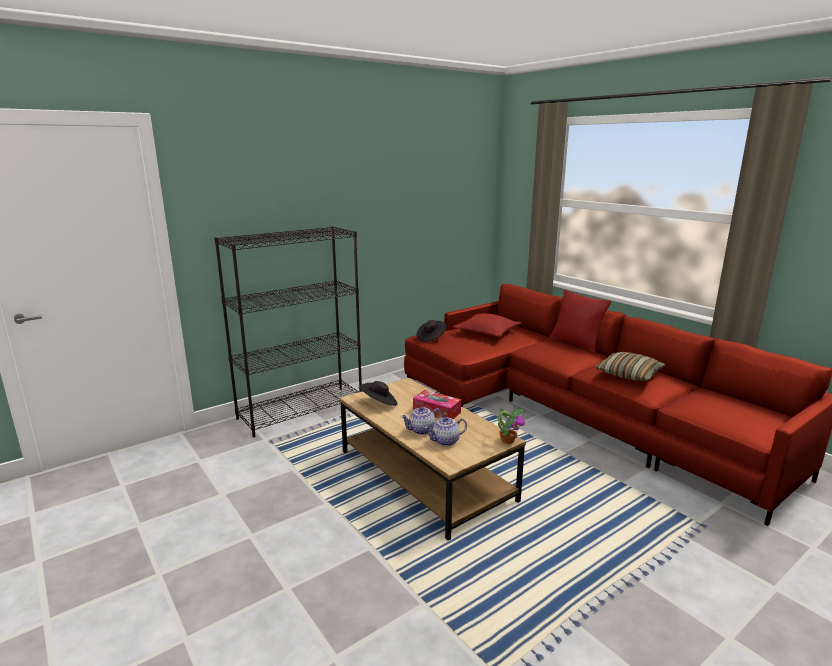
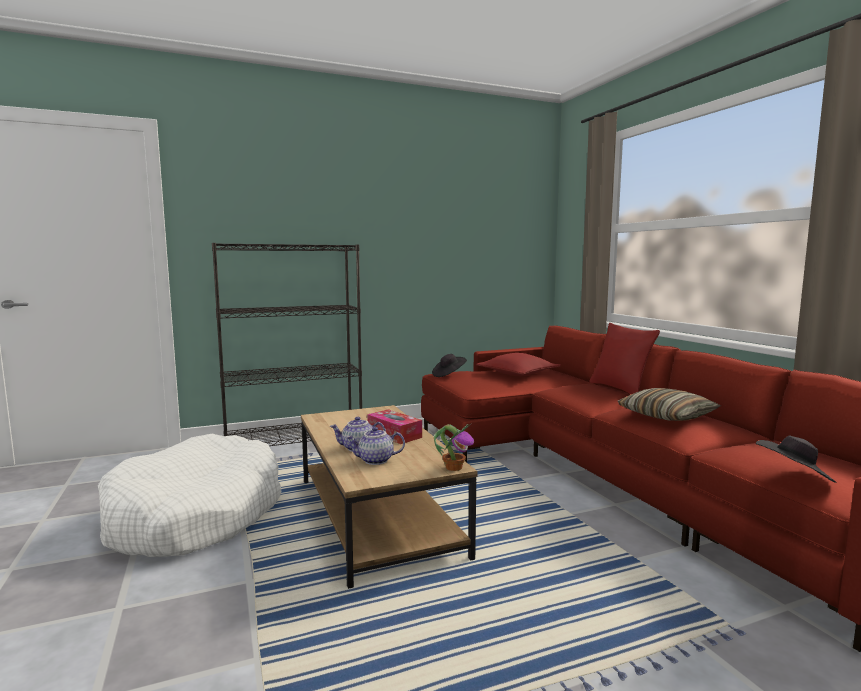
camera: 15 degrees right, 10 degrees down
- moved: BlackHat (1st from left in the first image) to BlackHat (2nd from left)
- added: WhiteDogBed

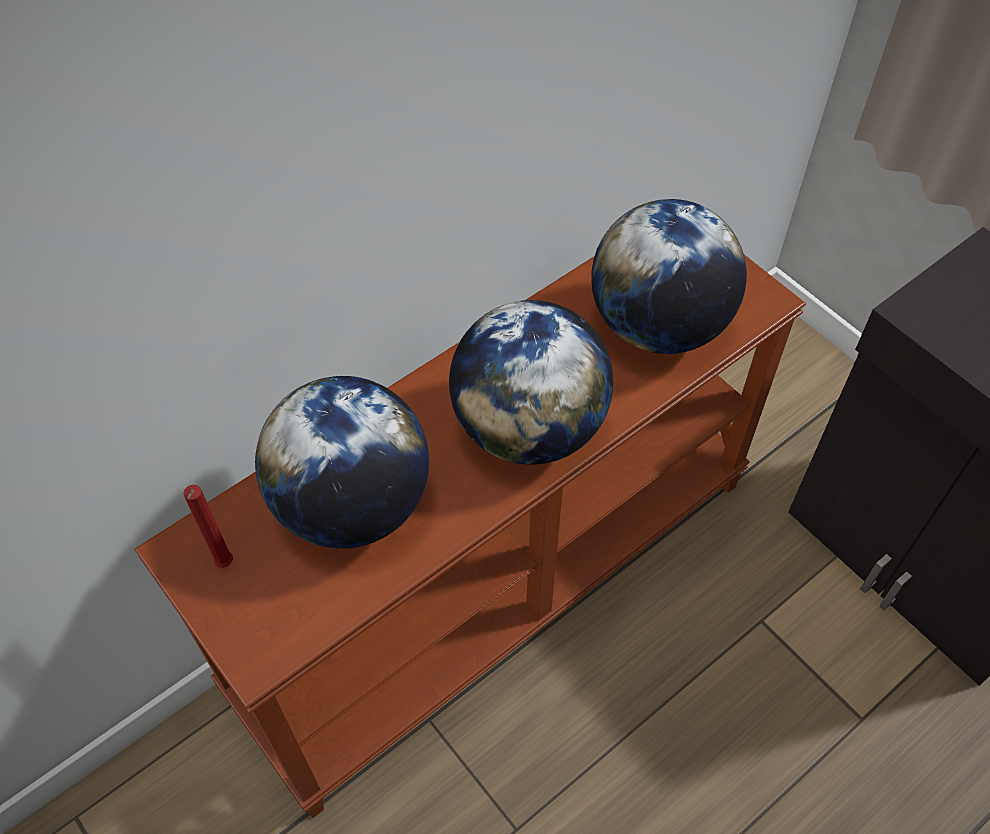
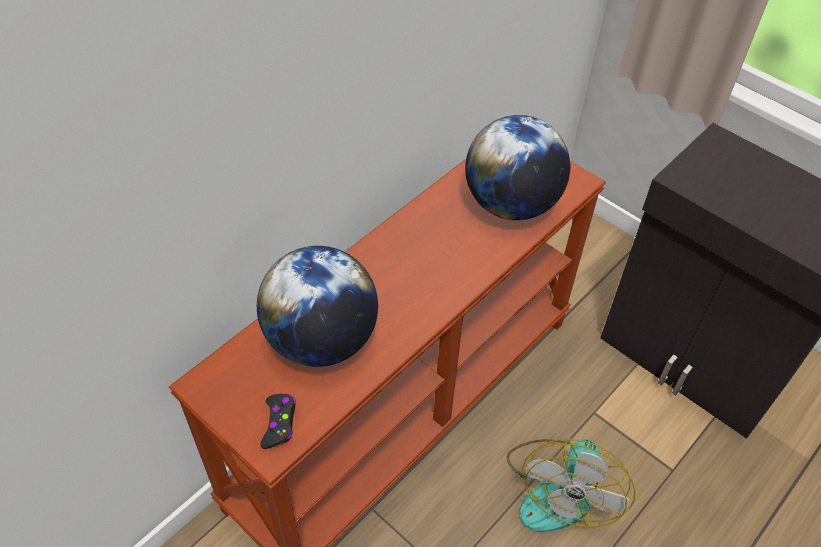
camera: 10 degrees left, 5 degrees down
- removed: Globe (2nd from left)
- removed: RedCandle
- added: BlackGameController
- added: Fan

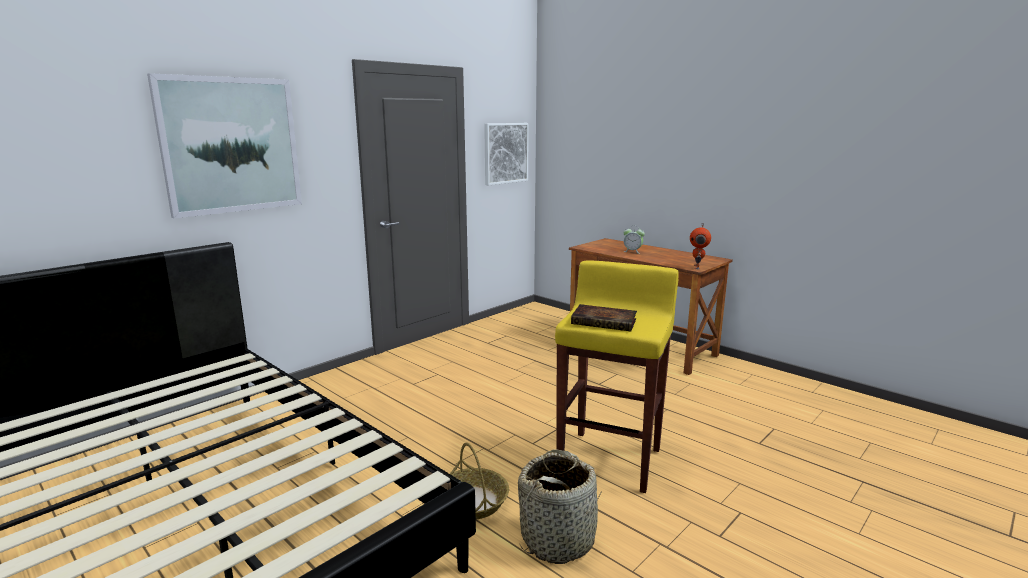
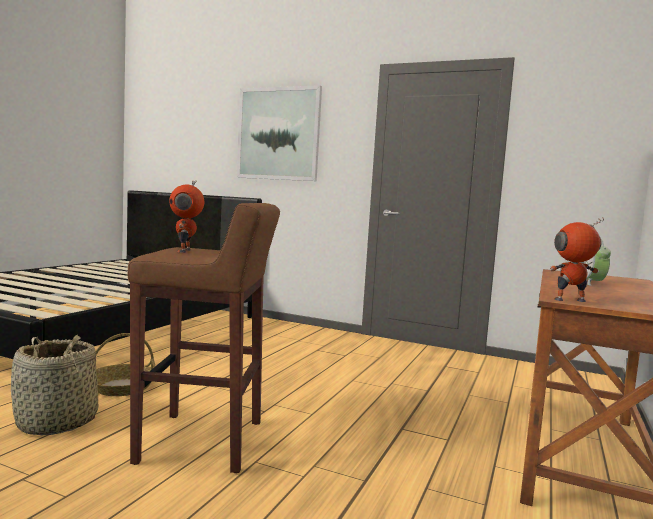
camera: 70 degrees right, 10 degrees down
- removed: Picture (2nd from left)
- recoloured: YellowStool to BrownStool
- replaced: Book to ToyRobot (1st from left)

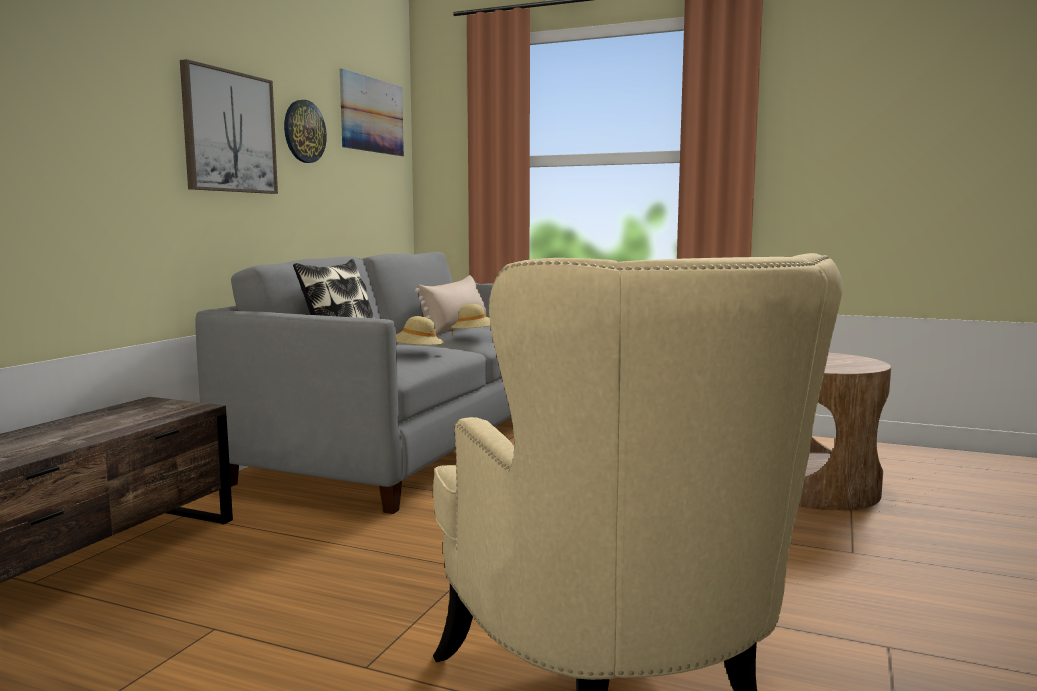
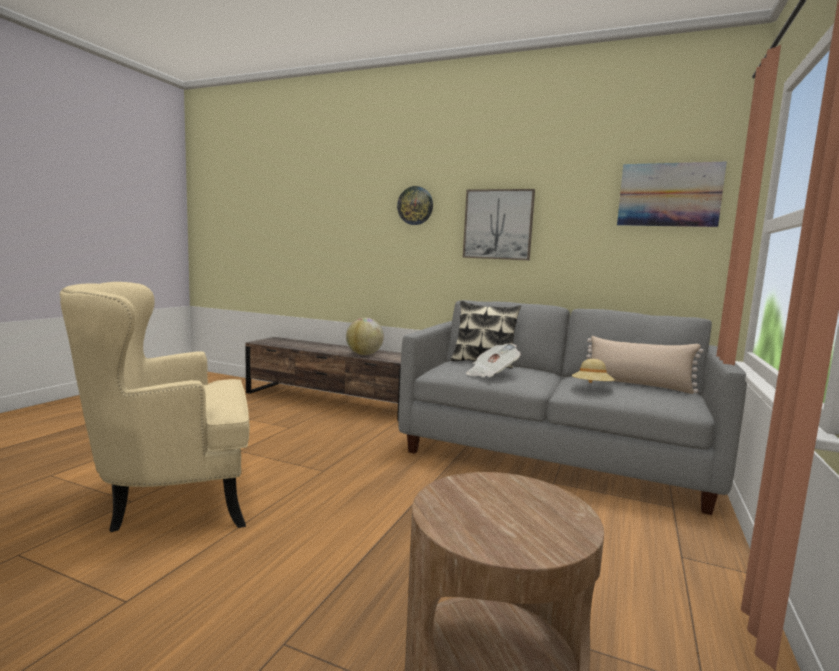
camera: 90 degrees right, 0 degrees up
- moved: WallClock
- replaced: BeigeHat (1st from left) to Newspaper
- added: Globe

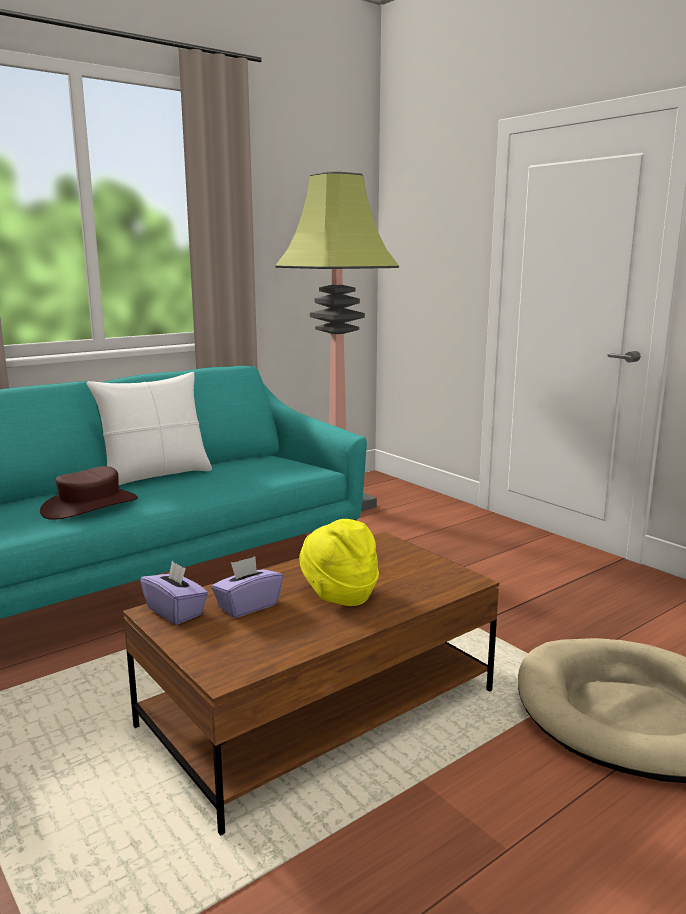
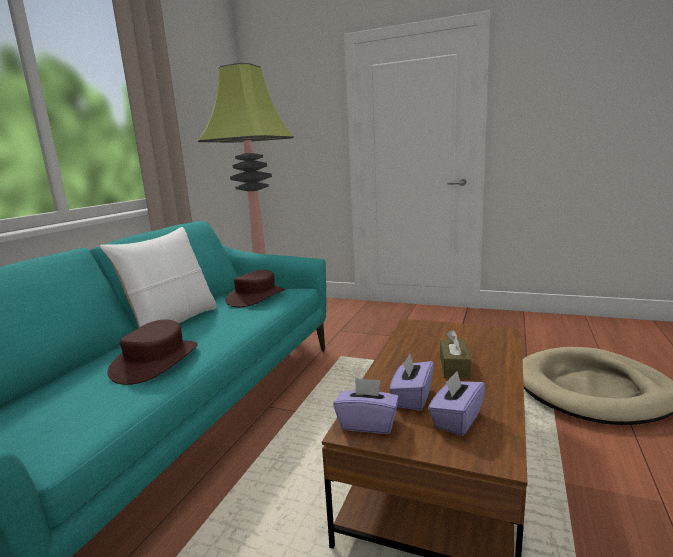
camera: 30 degrees left, 0 degrees up
- replaced: YellowHat to BrownTissueBox
- added: BrownHat (2nd from left)
- added: PurpleTissueBox (3rd from left)

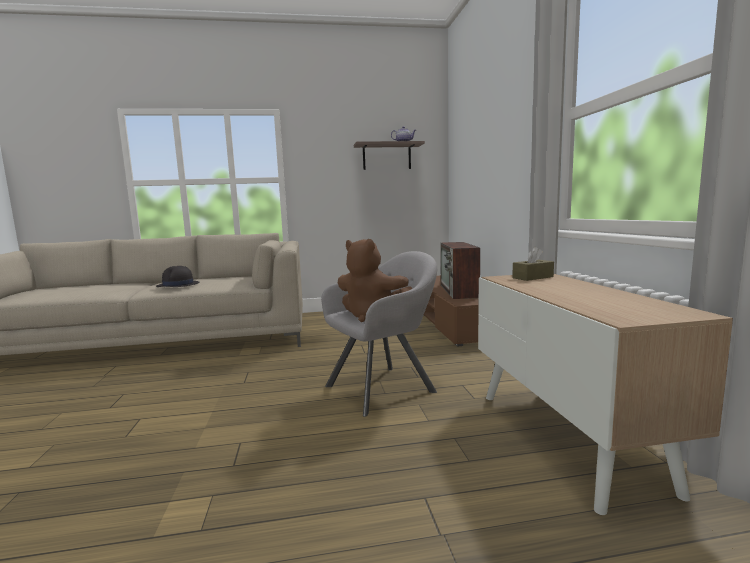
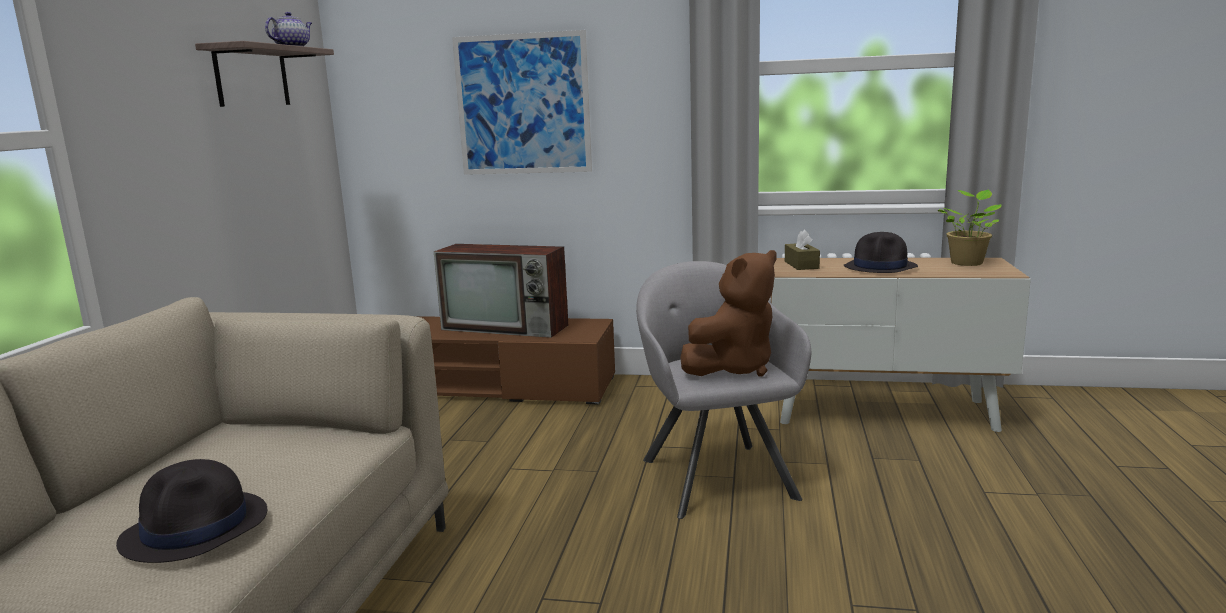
camera: 70 degrees left, 5 degrees up
- added: Picture
- added: PottedPlant
- added: BlackHat (2nd from left)

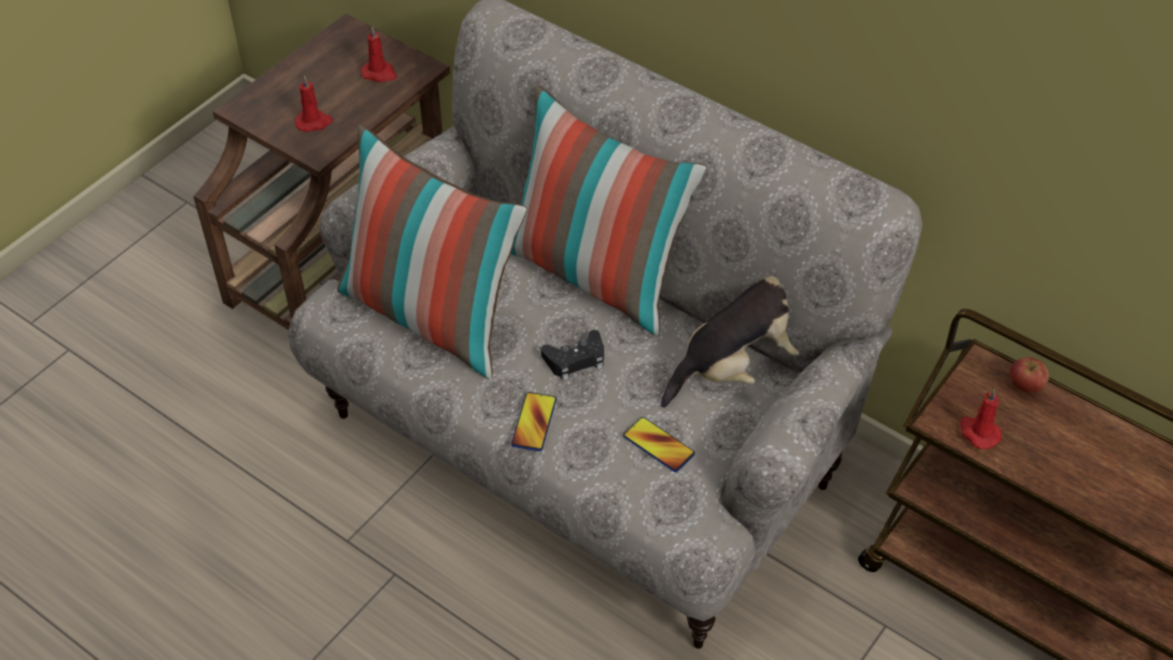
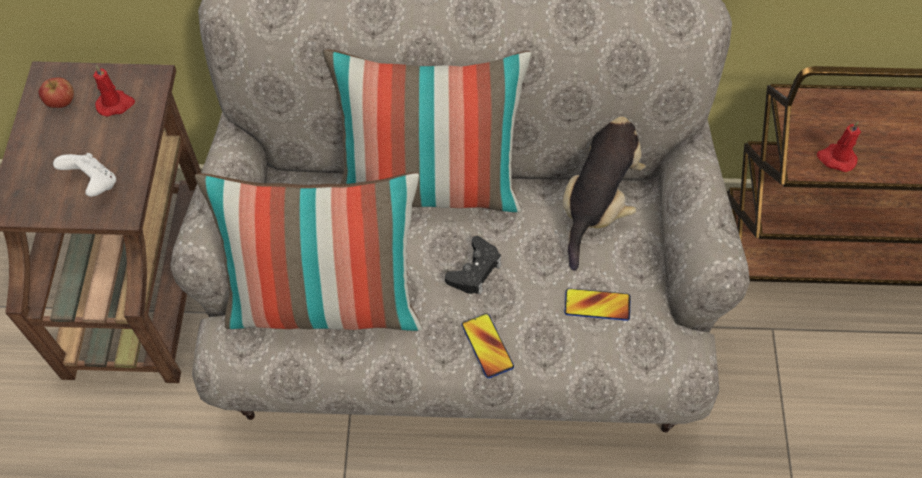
camera: 35 degrees left, 10 degrees up
- replaced: RedCandle (1st from left) to WhiteGameController
- moved: Apple

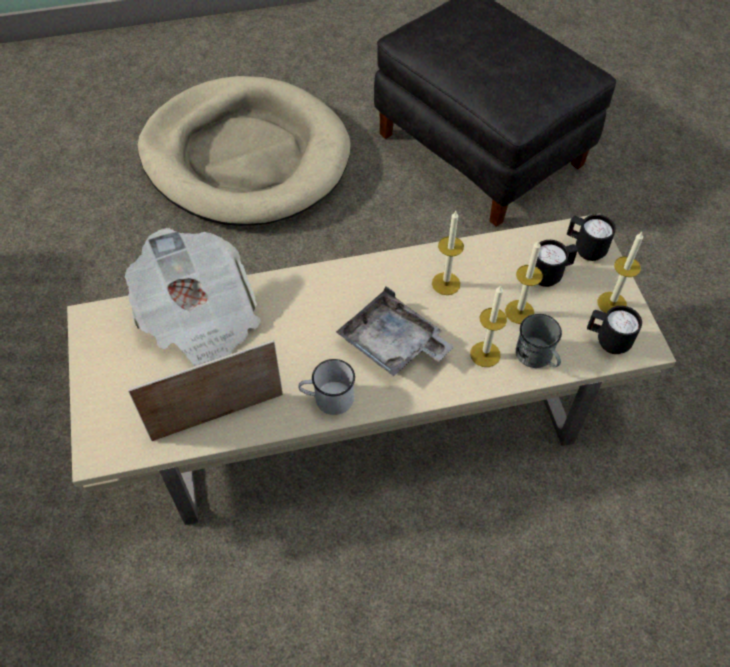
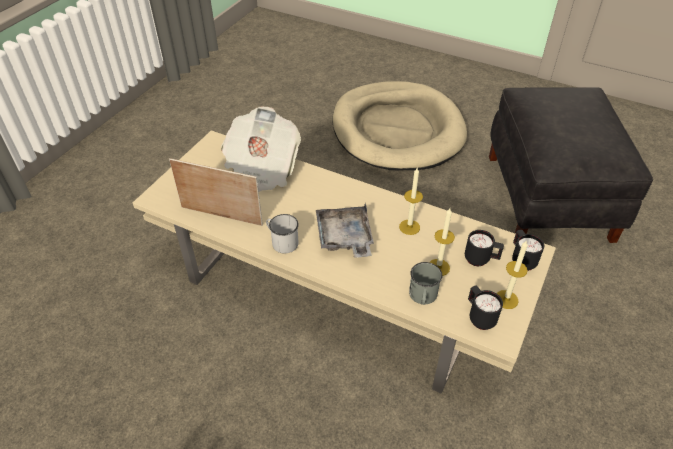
camera: 40 degrees right, 10 degrees down
- removed: Candle (2nd from left)

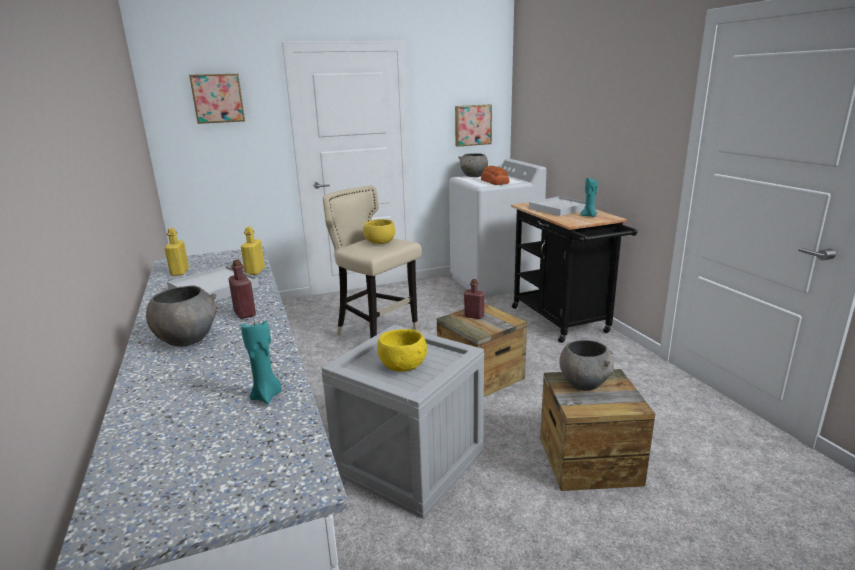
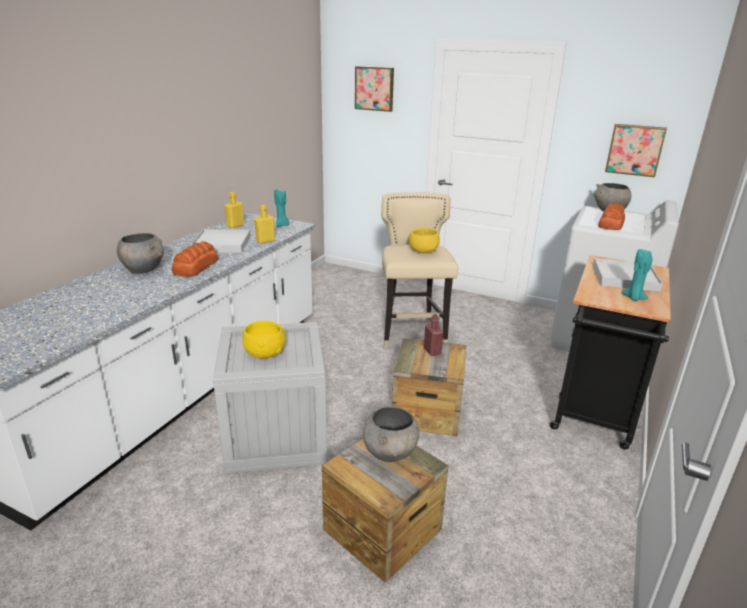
camera: 45 degrees right, 5 degrees up
- replaced: RedBottle (1st from left) to Bread (1st from left)
- moved: TurquoiseCandle (1st from left)

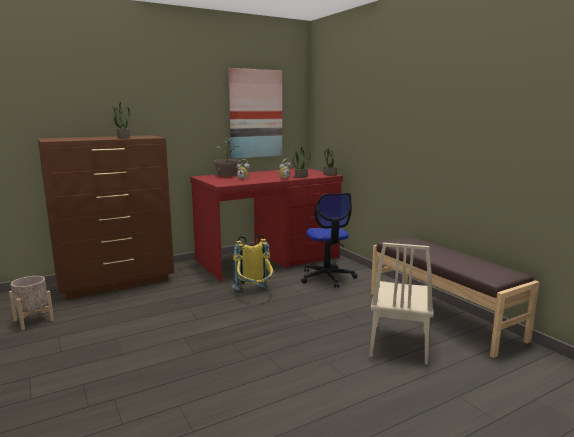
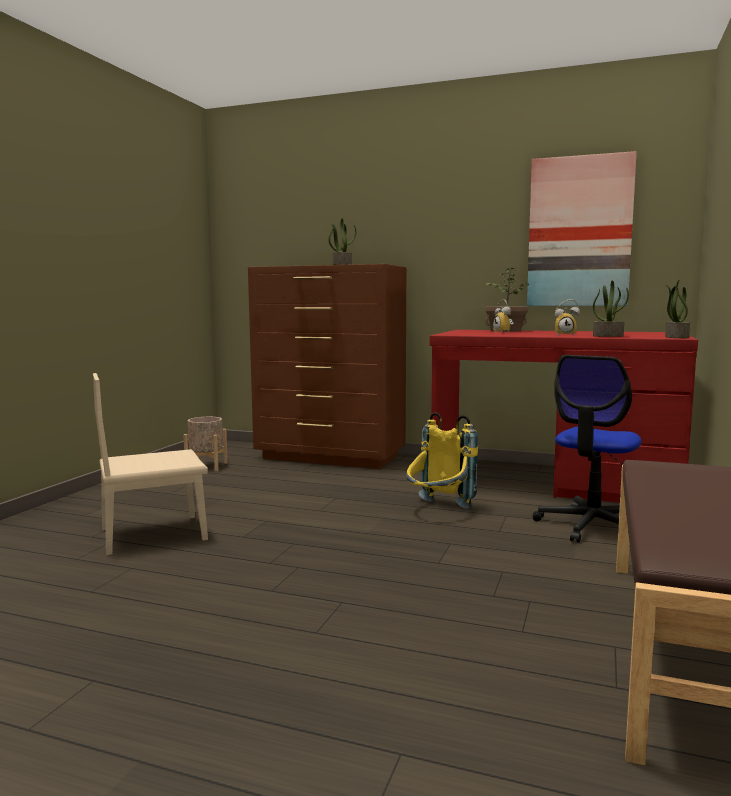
camera: 50 degrees right, 5 degrees down
- moved: BeigeChair

